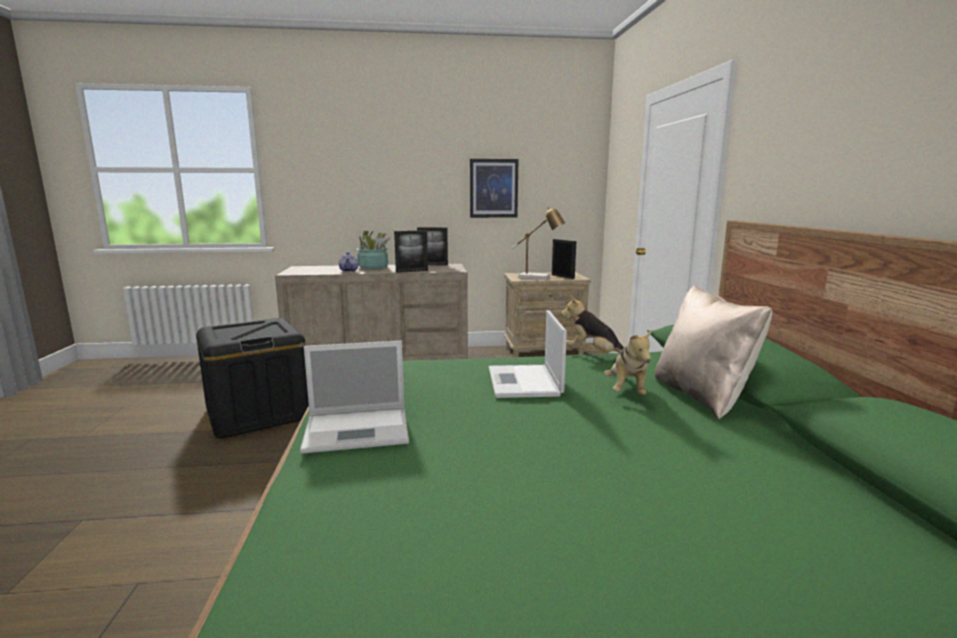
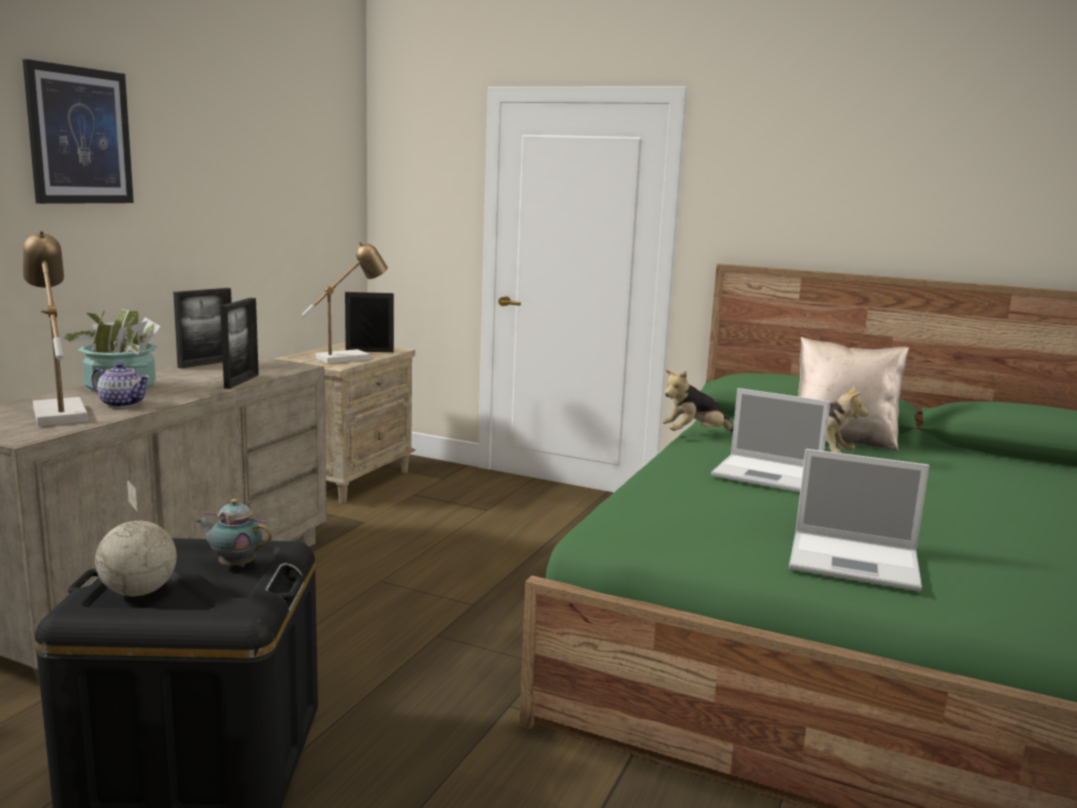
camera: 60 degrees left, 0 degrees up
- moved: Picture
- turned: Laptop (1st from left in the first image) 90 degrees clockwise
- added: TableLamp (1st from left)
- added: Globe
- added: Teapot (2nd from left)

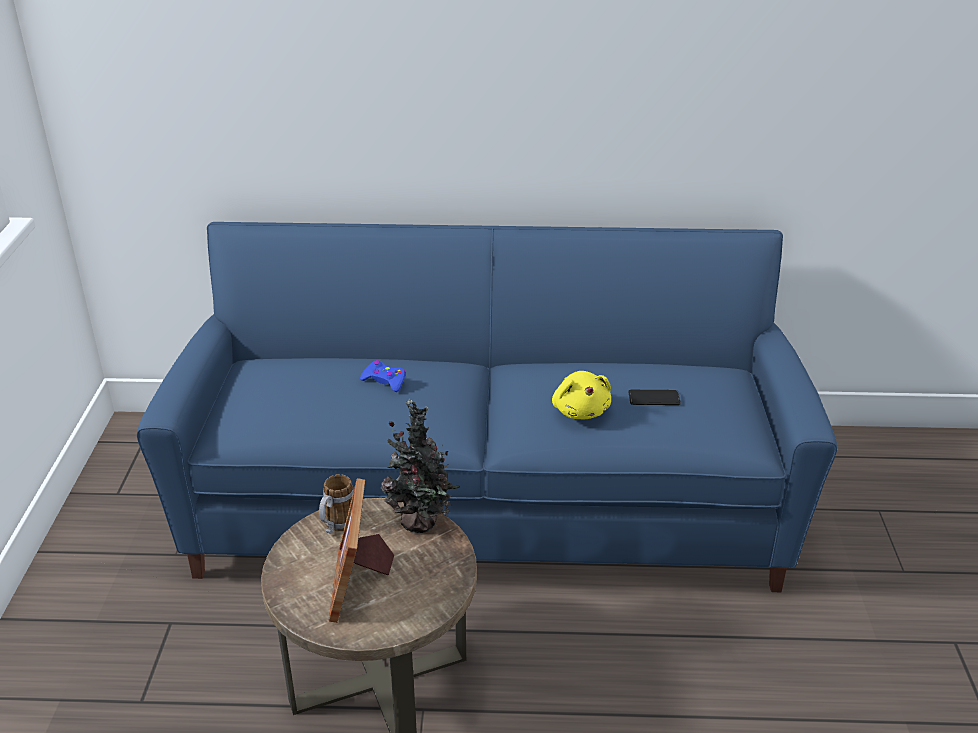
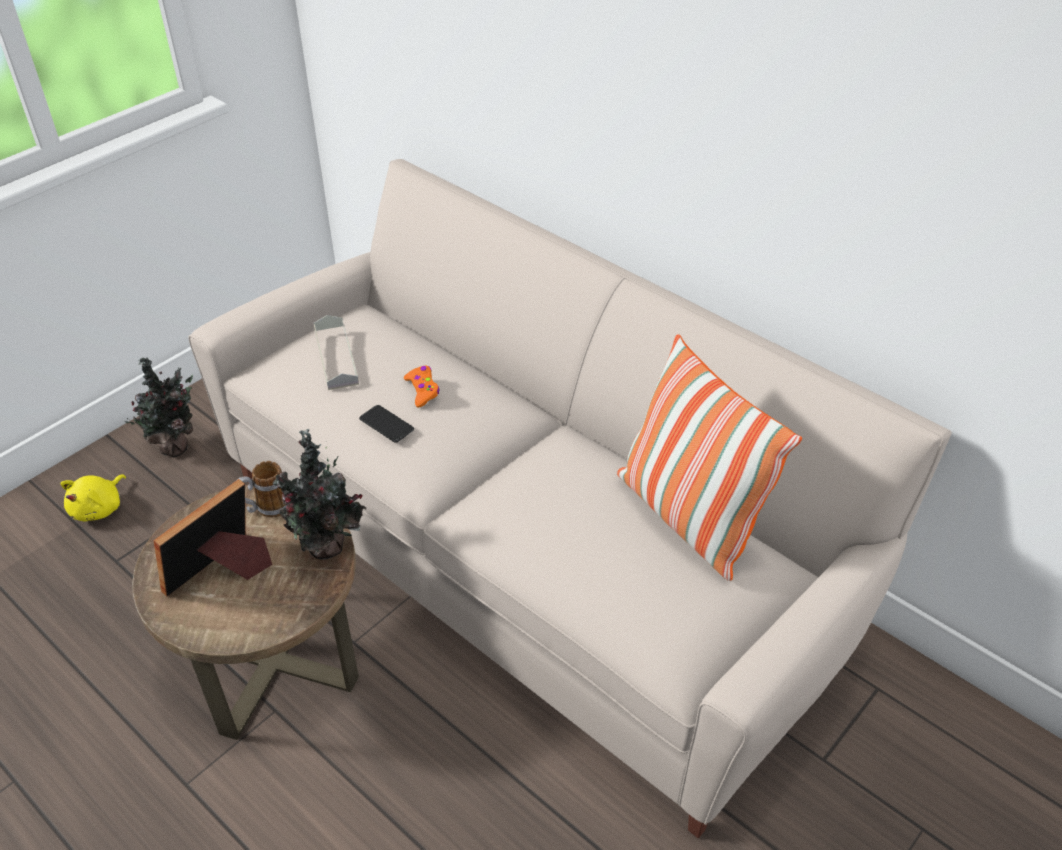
camera: 40 degrees right, 10 degrees up
- recoloured: BlueSofa to BeigeSofa
- recoloured: BlueGameController to OrangeGameController
- moved: YellowPlushToy
- moved: Phone
- added: GreyTray
- added: Pillow
- added: PottedPlant (1st from left)

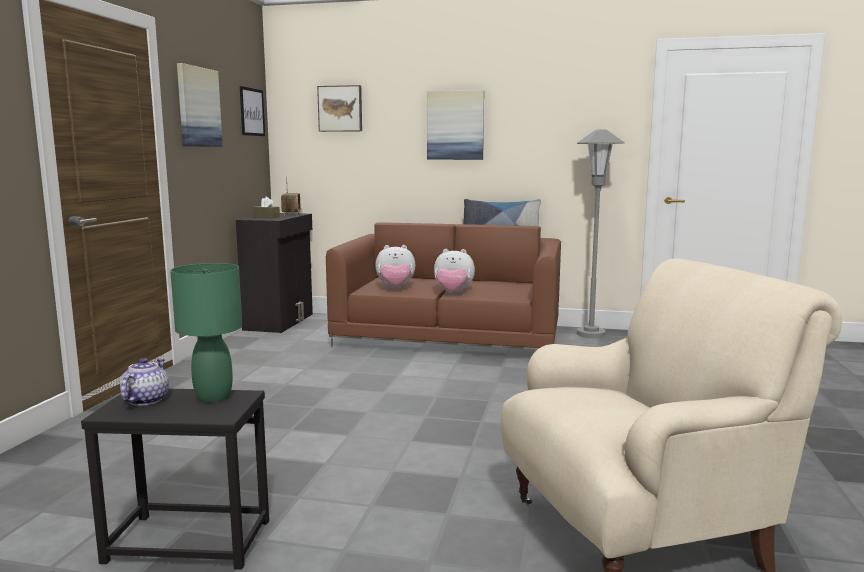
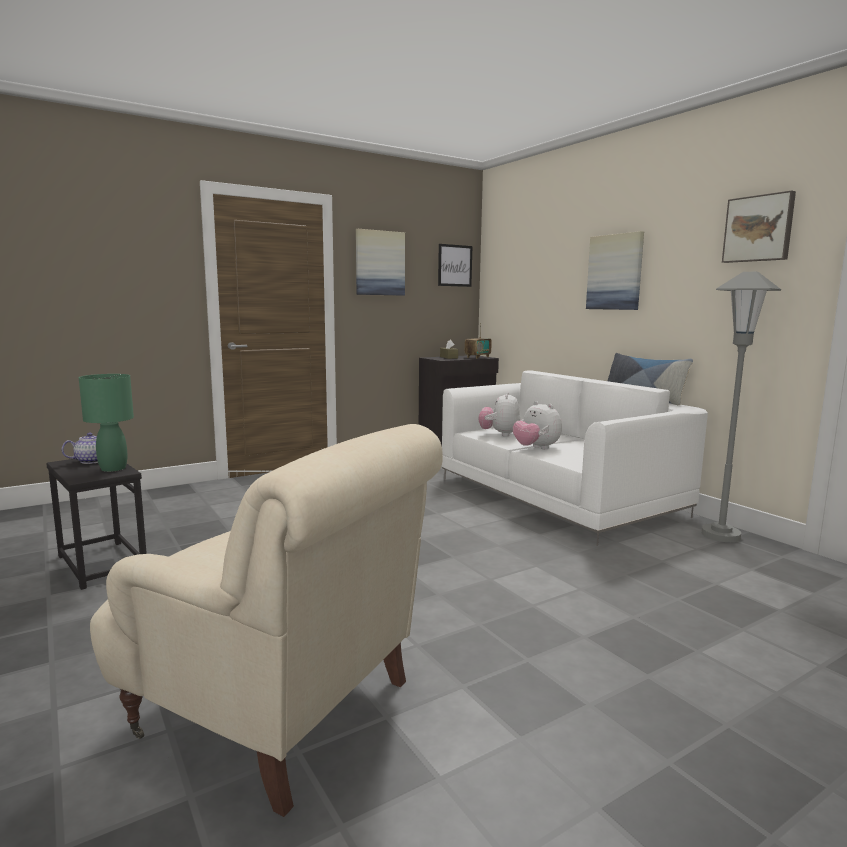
camera: 45 degrees right, 0 degrees up
- moved: Picture (3rd from left in the first image) to Picture (4th from left)
- recoloured: BrownSofa to WhiteSofa
- turned: PlushToy (1st from left) 60 degrees clockwise

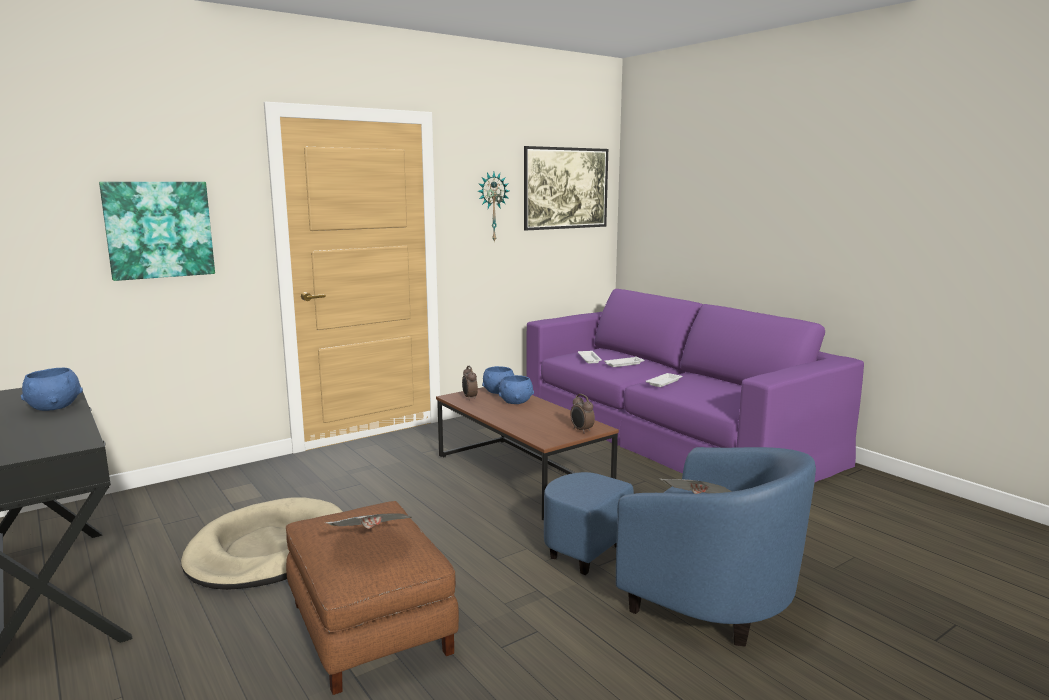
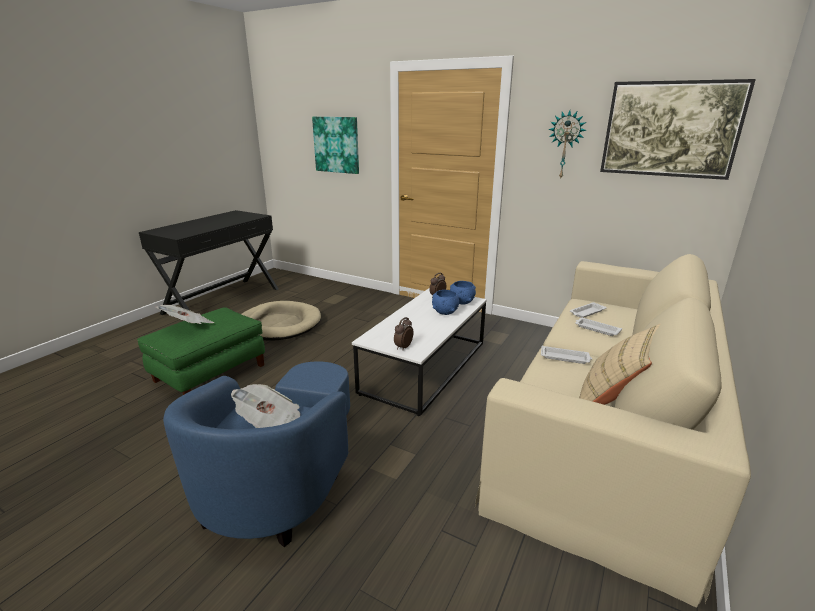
camera: 65 degrees right, 10 degrees up
- recoloured: PurpleSofa to BeigeSofa
- removed: BlueBowl (1st from left)
- recoloured: BrownCoffeeTable to WhiteCoffeeTable
- recoloured: BrownOttoman to GreenOttoman
- added: BeigePillow

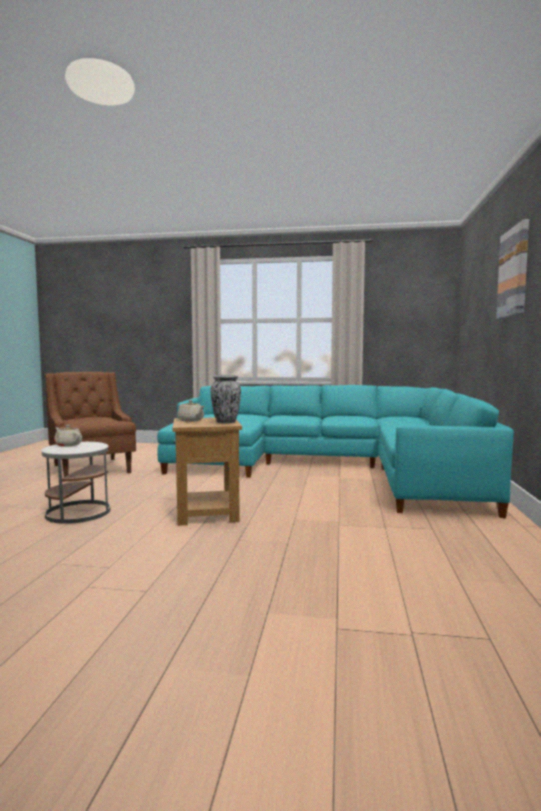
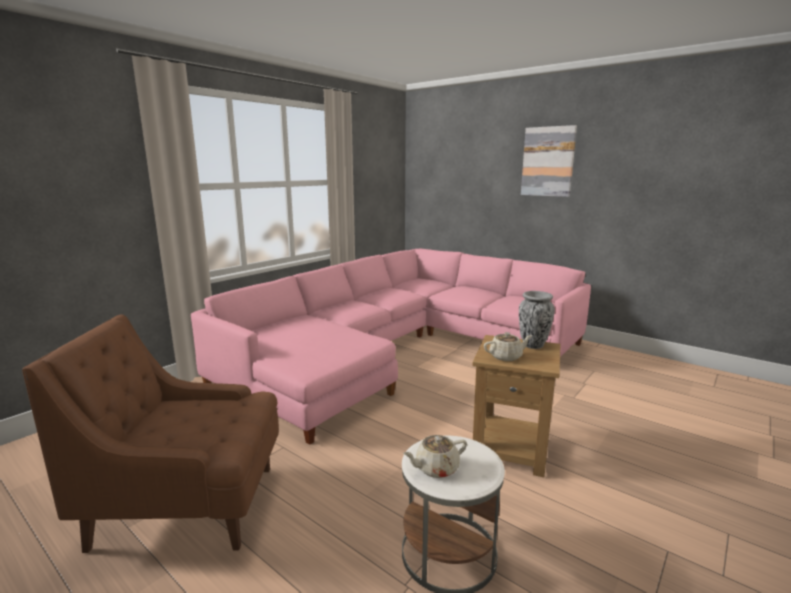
camera: 60 degrees left, 10 degrees up
- recoloured: TurquoiseSofa to PinkSofa

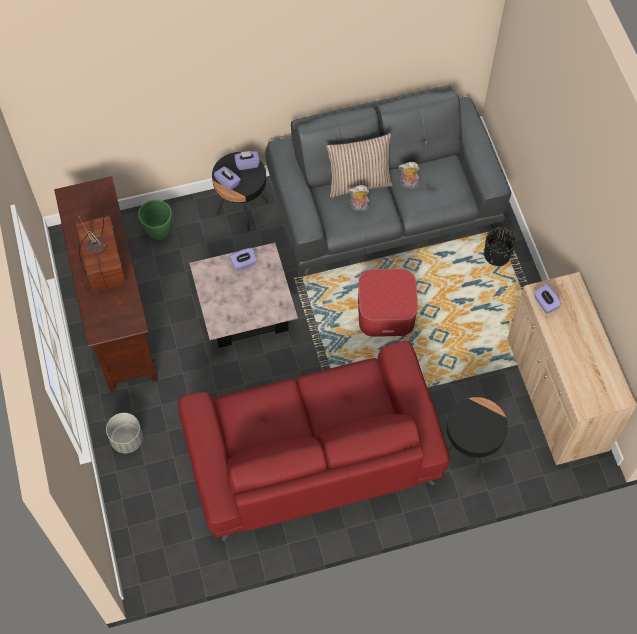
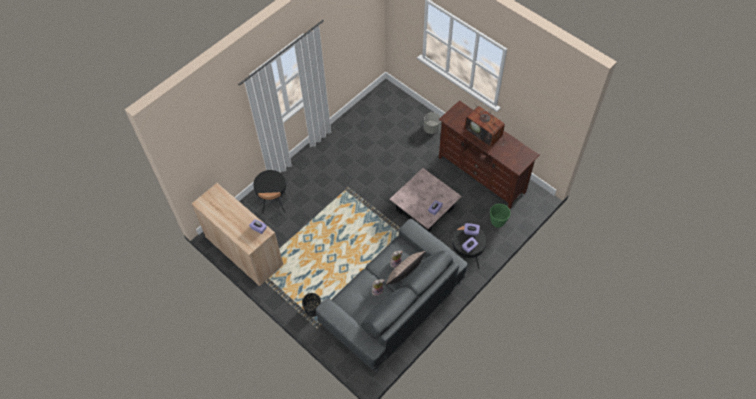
camera: 150 degrees right, 5 degrees down
- removed: Ottoman
- removed: RedSofa

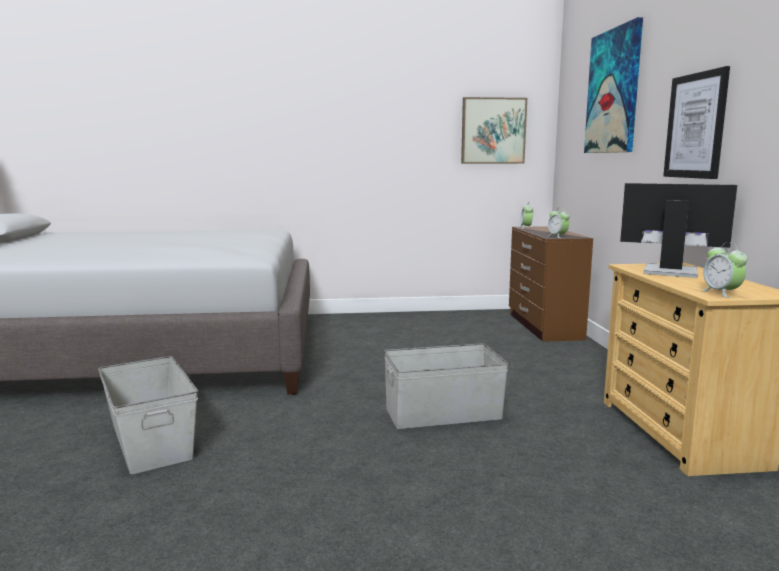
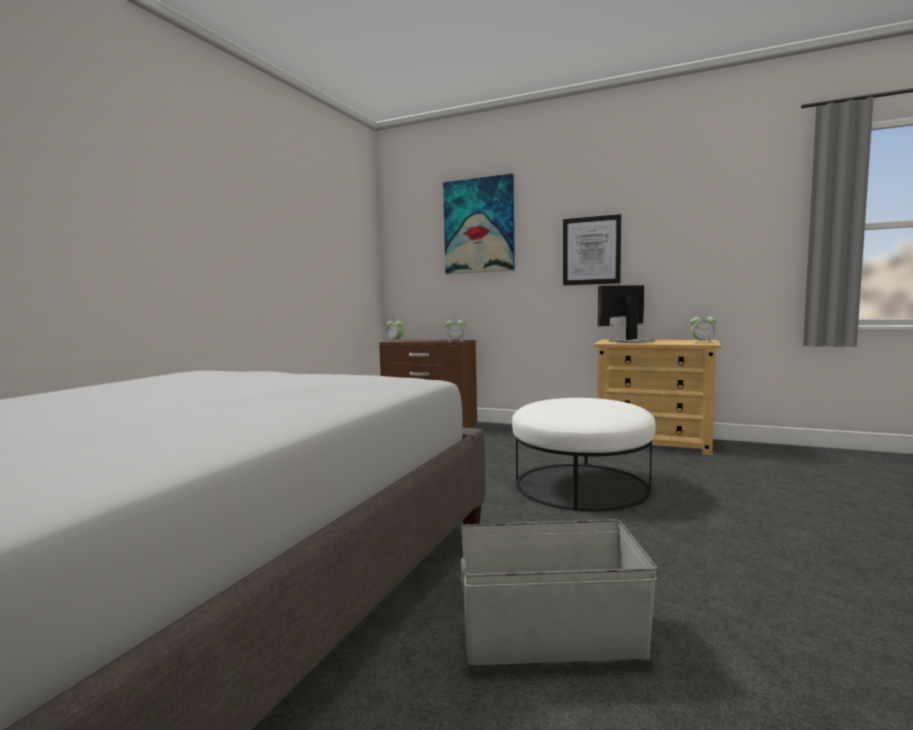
camera: 60 degrees left, 5 degrees down
- removed: Picture (1st from left)
- replaced: GreyStorageBox (2nd from left) to WhiteOttoman

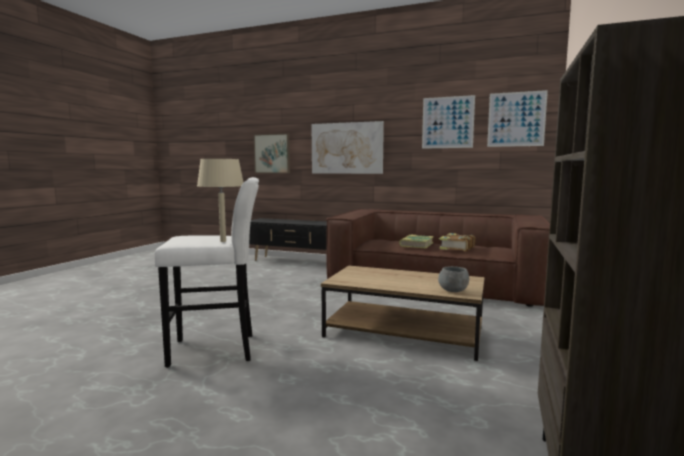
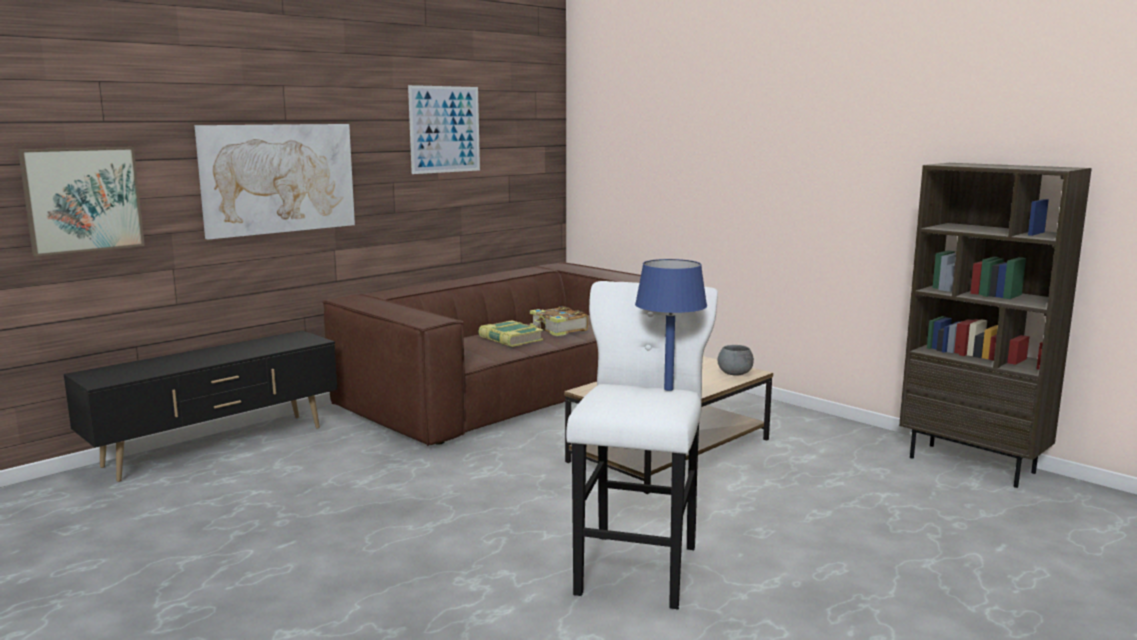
camera: 65 degrees left, 5 degrees up
- removed: Picture (4th from left)
- recoloured: BeigeTableLamp to BlueTableLamp

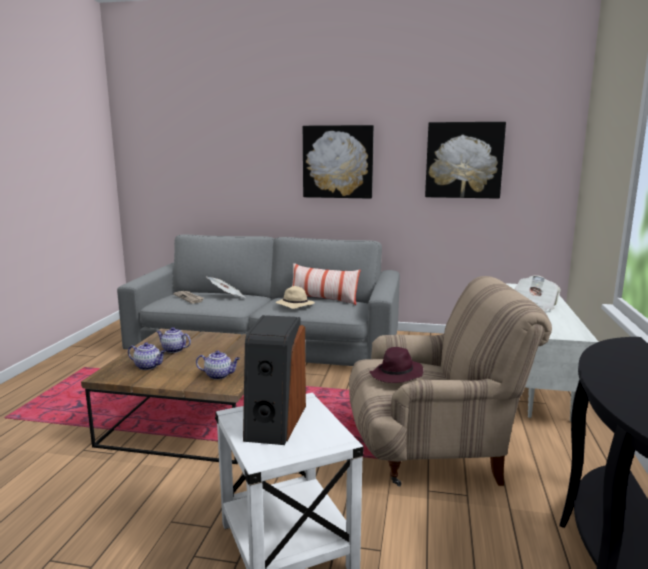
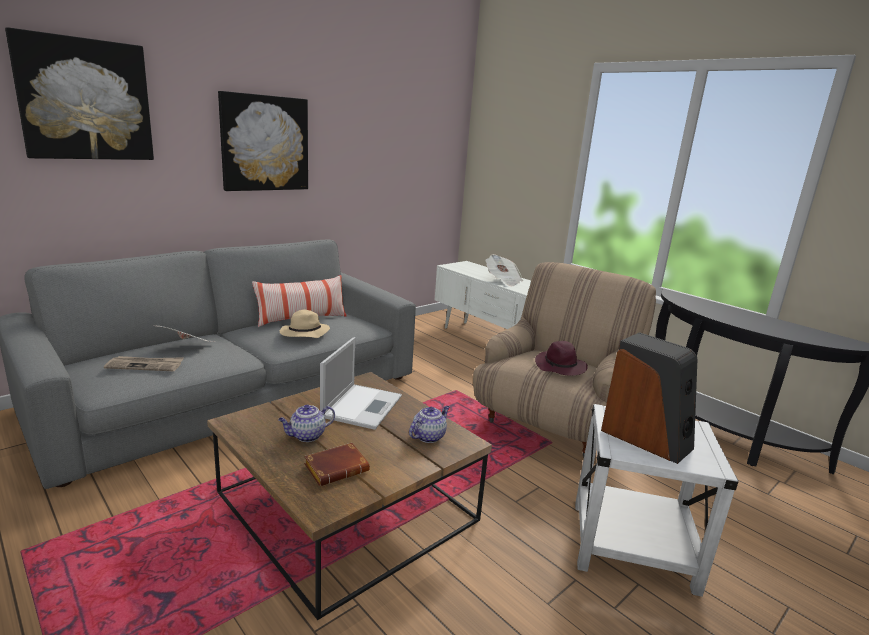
camera: 55 degrees left, 5 degrees up
- moved: Picture (2nd from left in the first image) to Picture (1st from left)
- replaced: Teapot (1st from left) to BrownBook
- added: Laptop

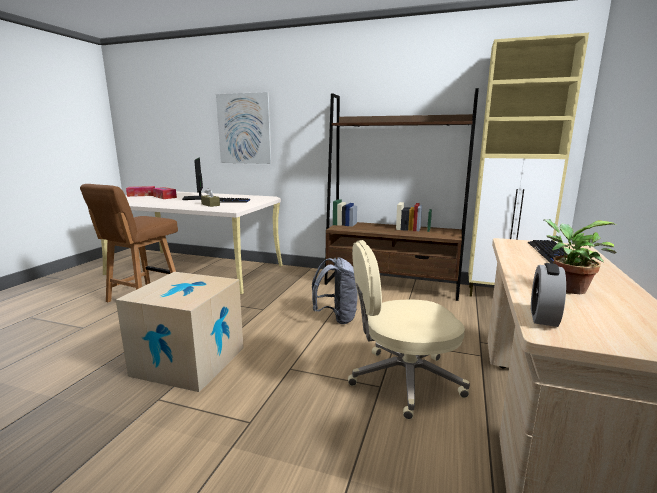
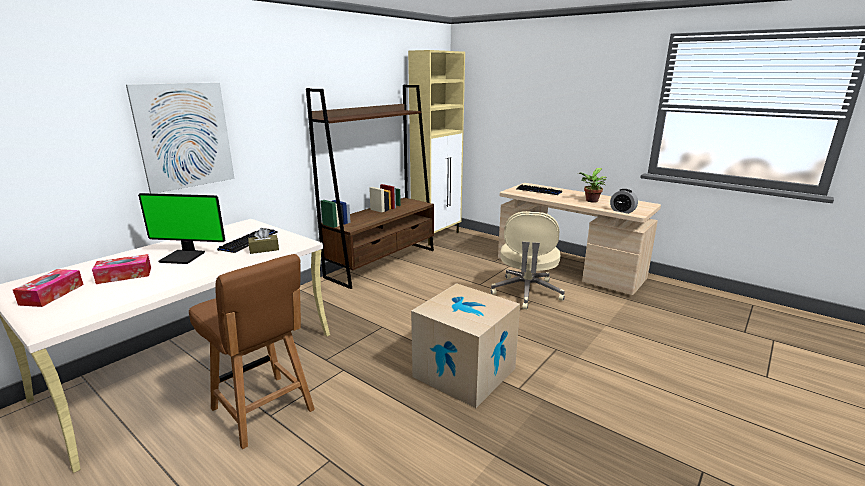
camera: 70 degrees left, 5 degrees up
- removed: GreyBackpack

